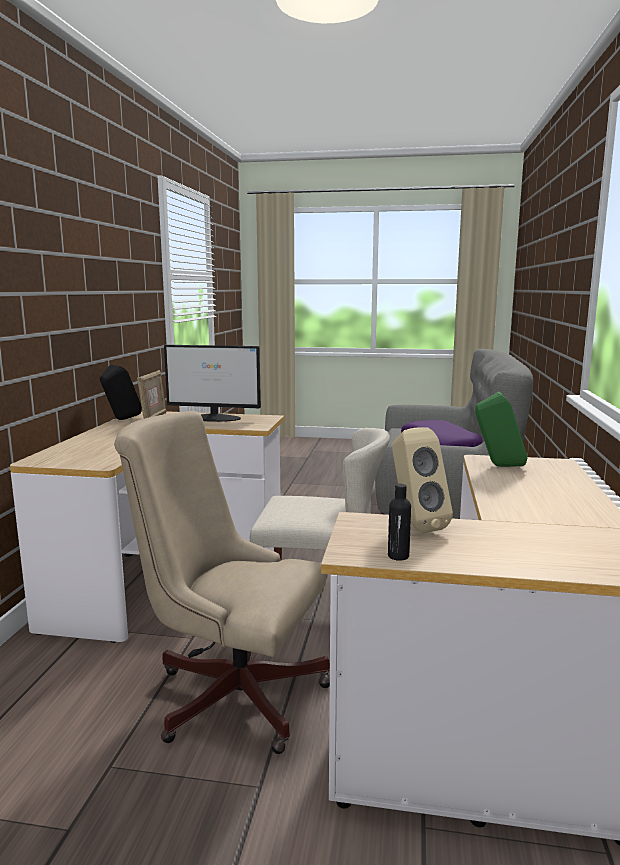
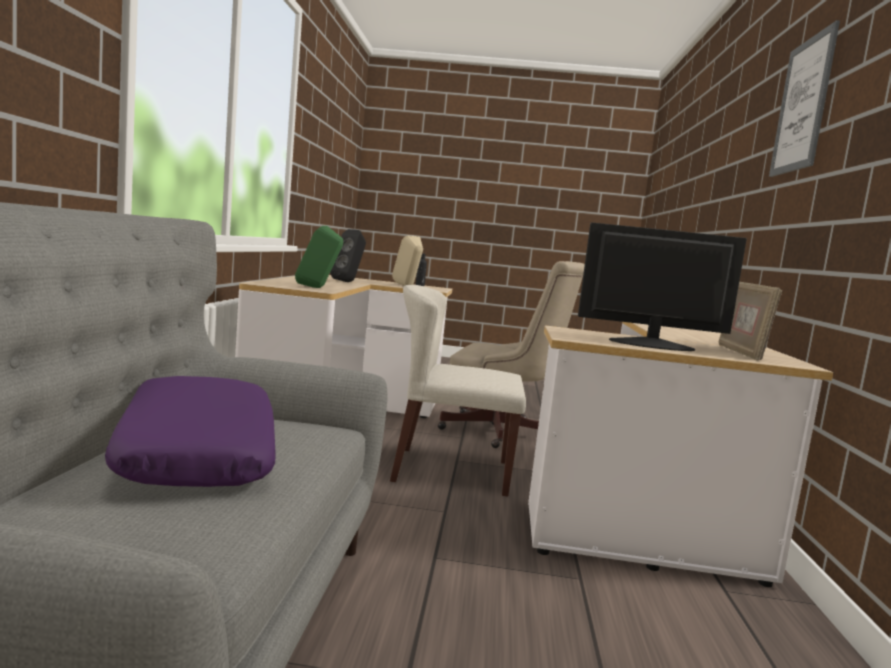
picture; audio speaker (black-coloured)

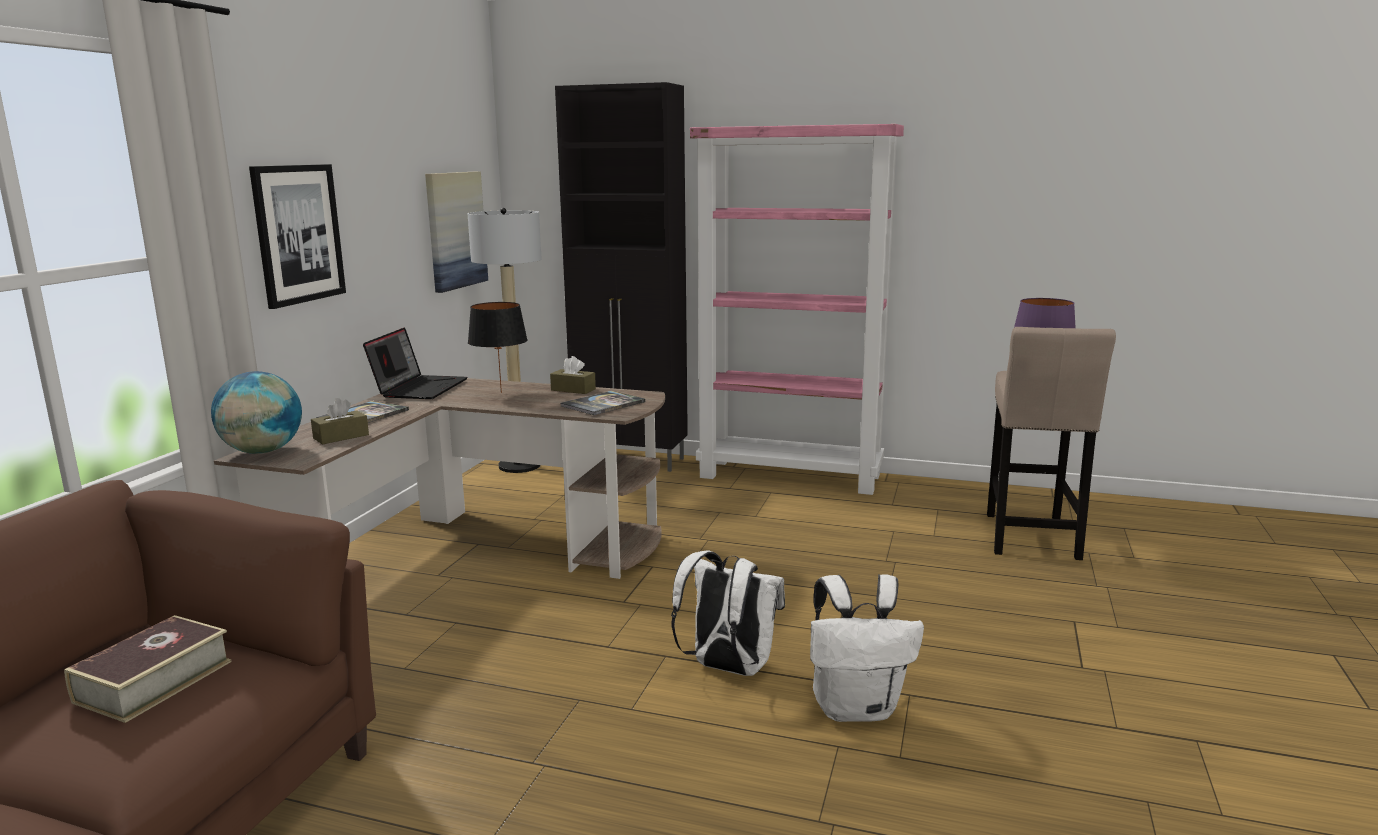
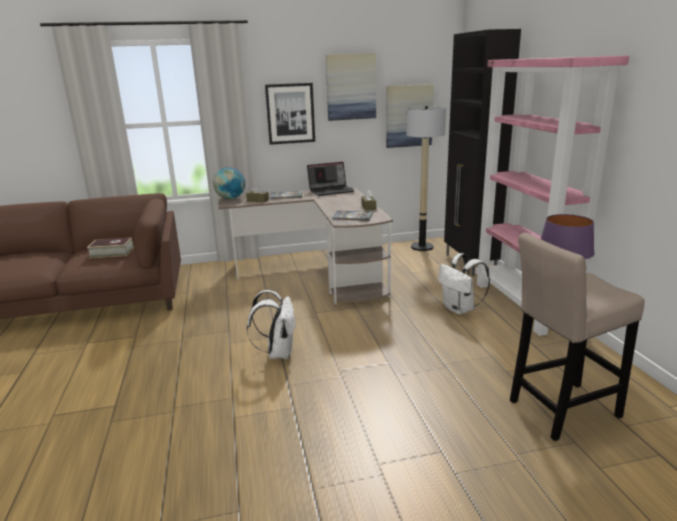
table lamp (black-coloured); picture (no. 2 from left); backpack (whitish) (no. 2 from left)

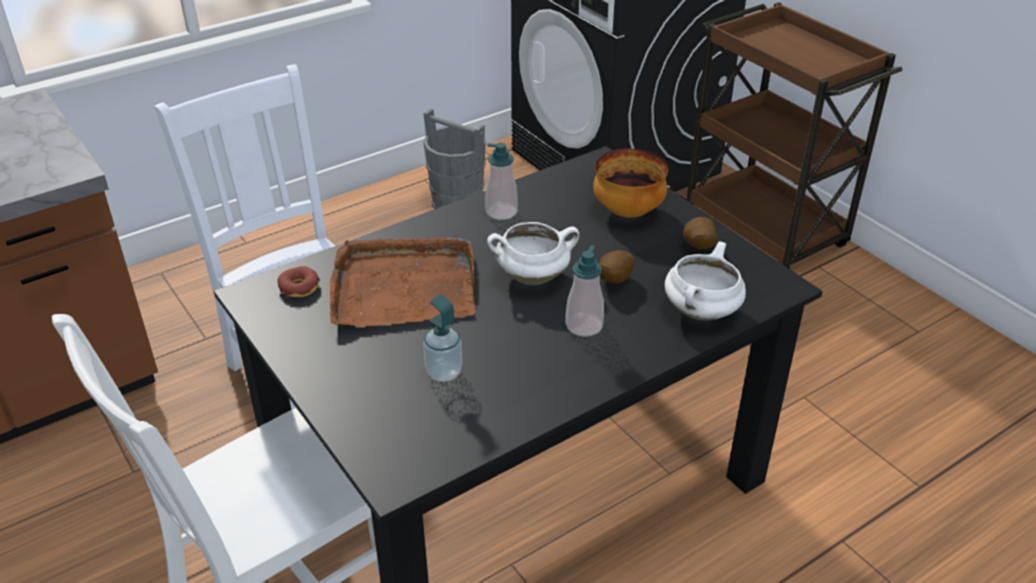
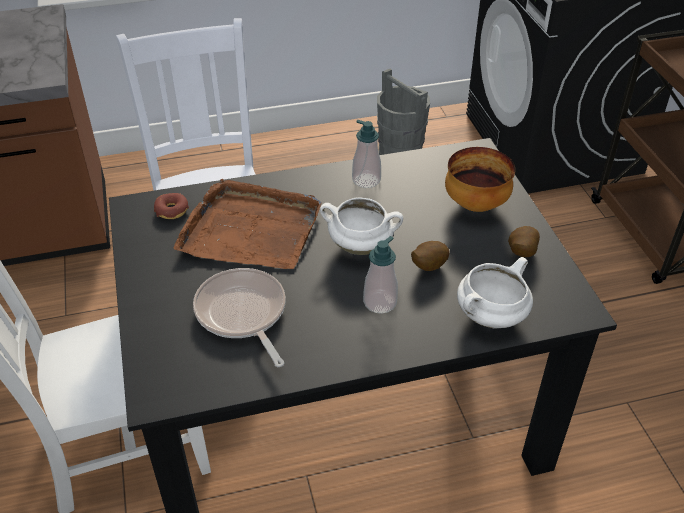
pan

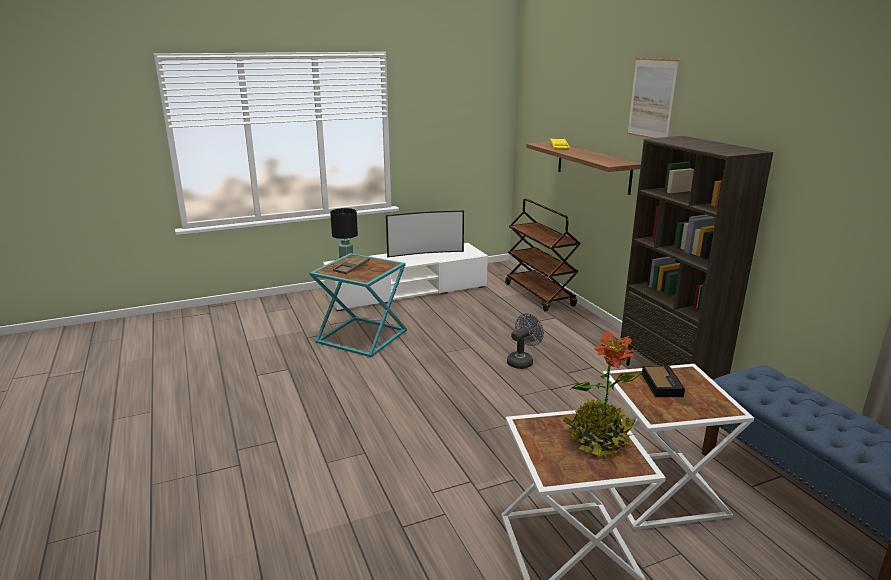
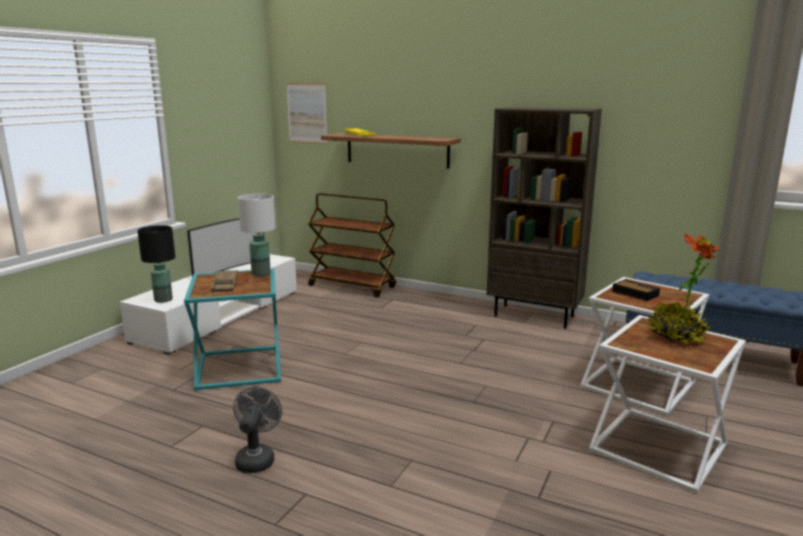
table lamp (whitish); cooling fan (gray); picture

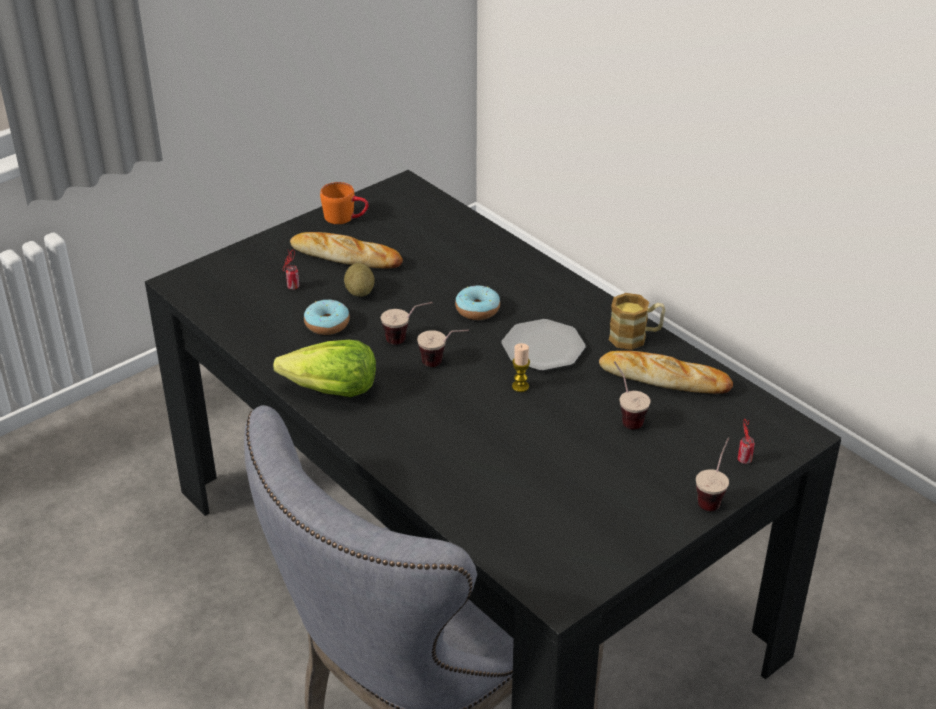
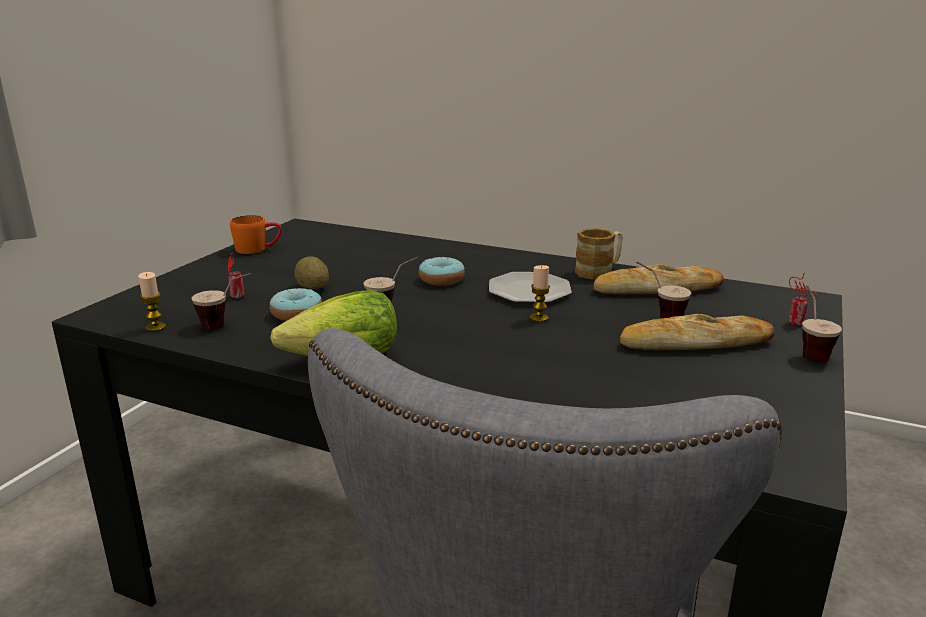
wax candle (no. 1 from left); bread (no. 2 from left); small cup (no. 1 from left)

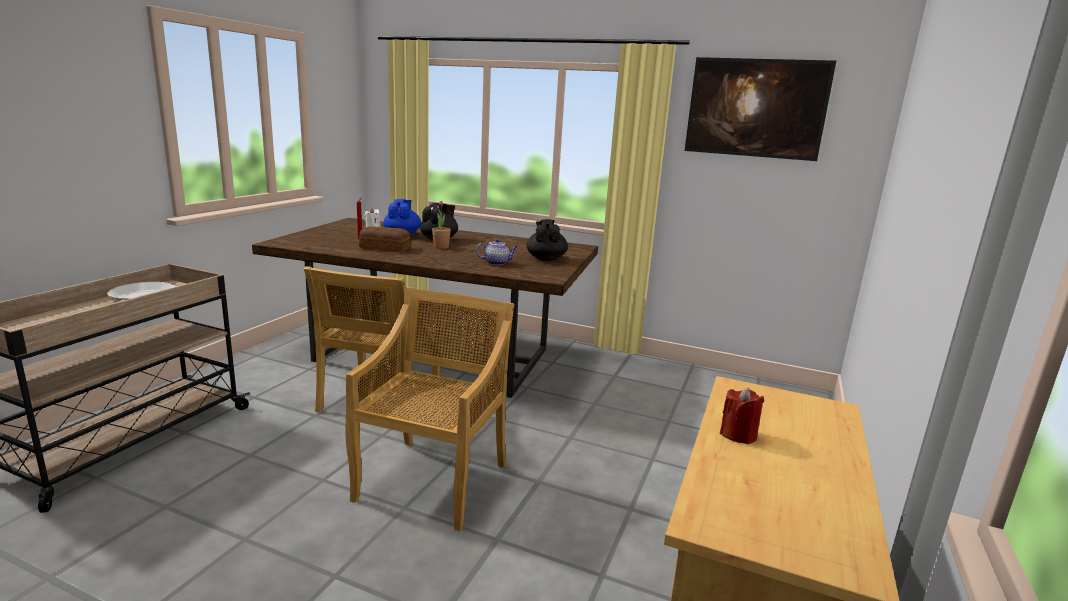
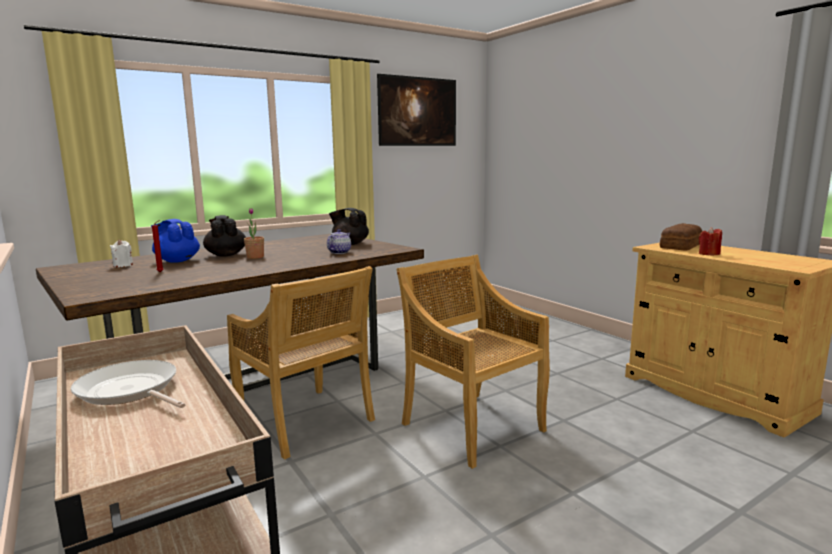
bread

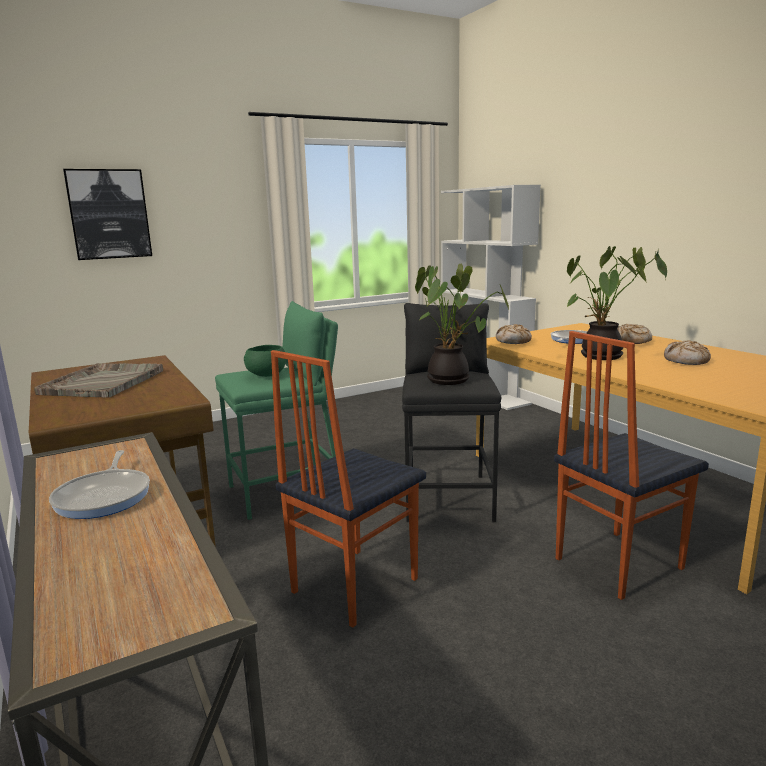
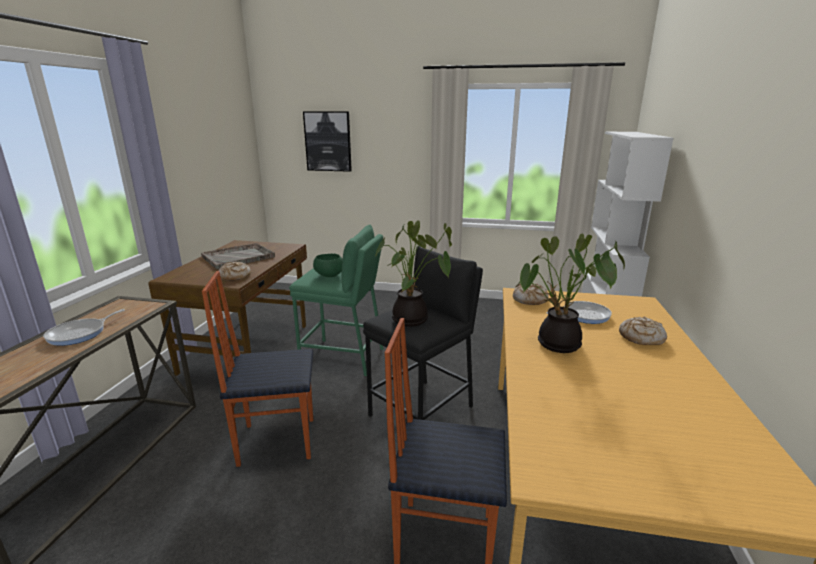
bread (no. 1 from left)

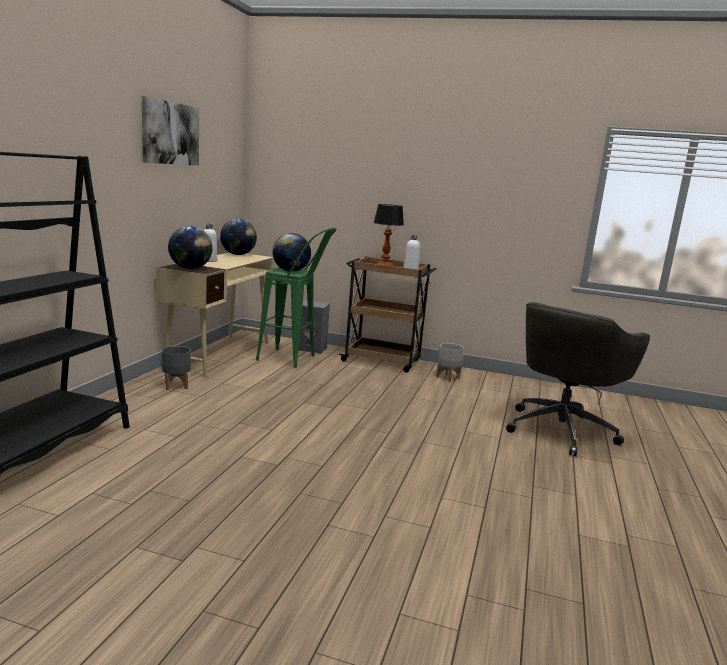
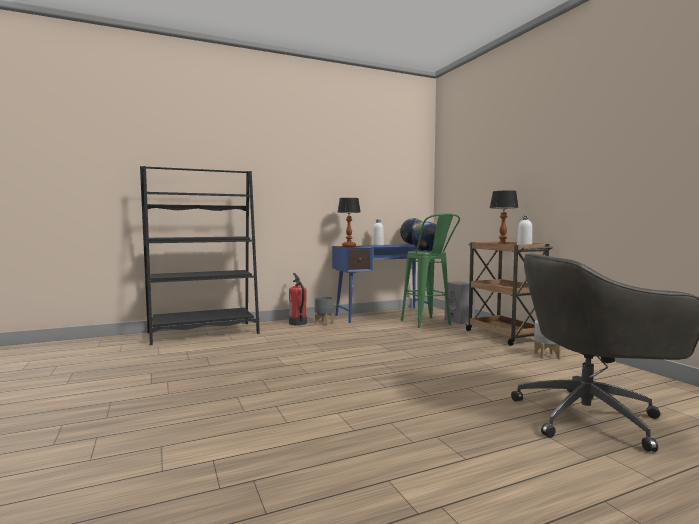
picture; fire extinguisher; table lamp (no. 1 from left); desk (blue-coloured)

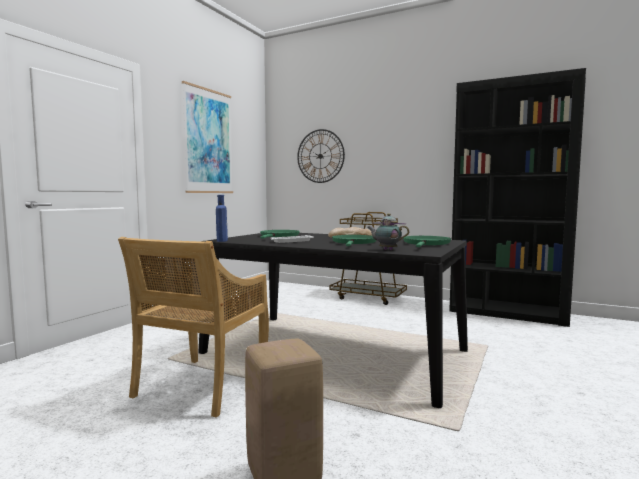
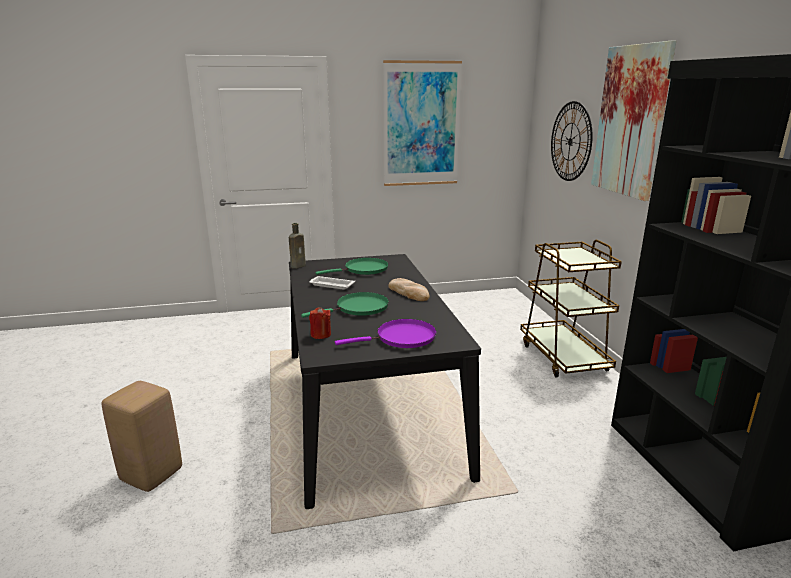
plain chair (beige); picture (no. 2 from left); wax candle (red-coloured); bottle (brown); pan (purple)

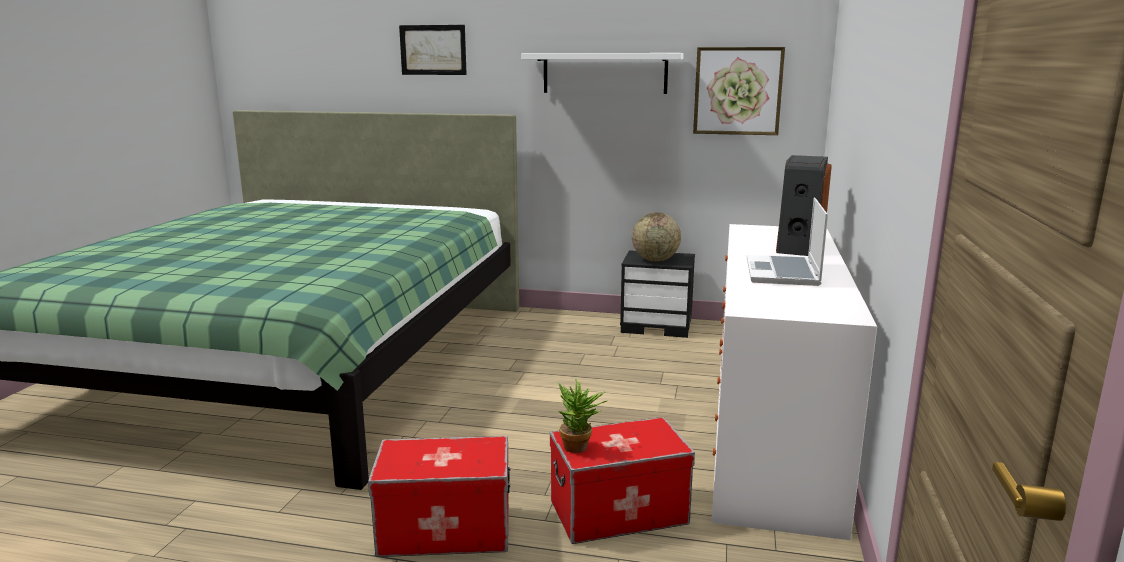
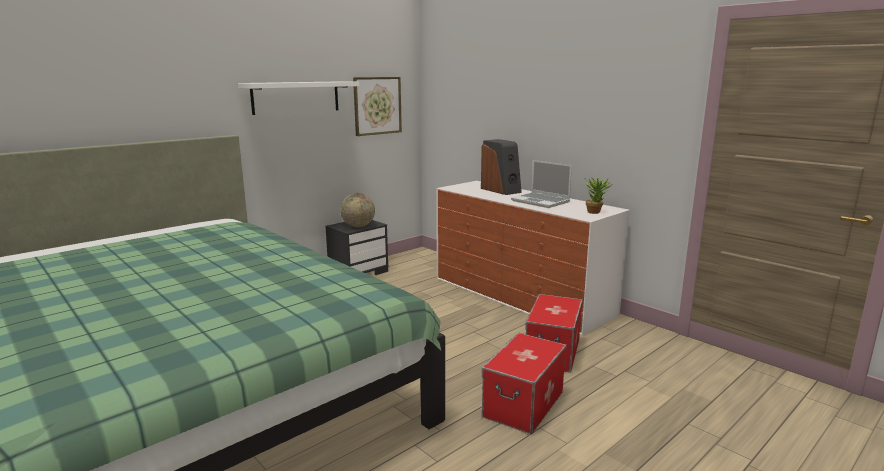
picture (no. 1 from left in the first image); potted plant

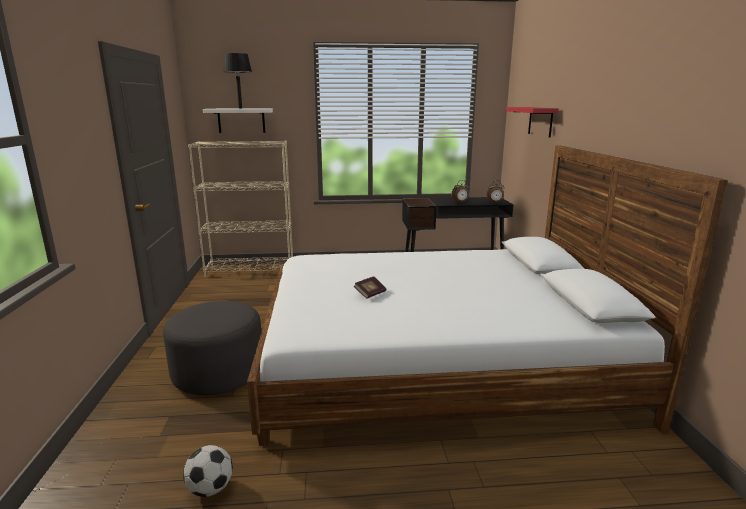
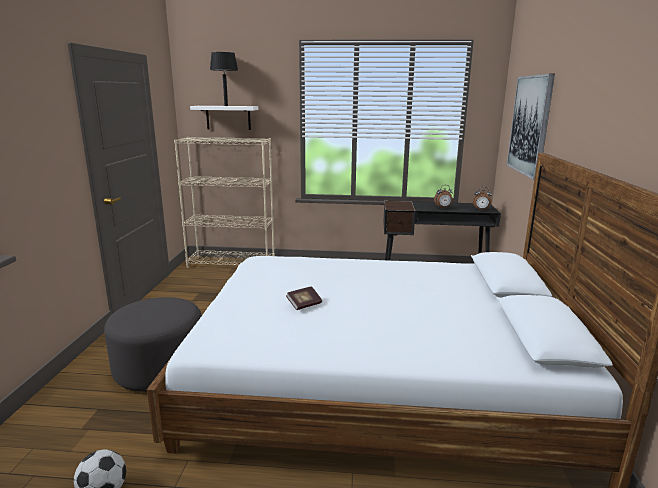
picture

